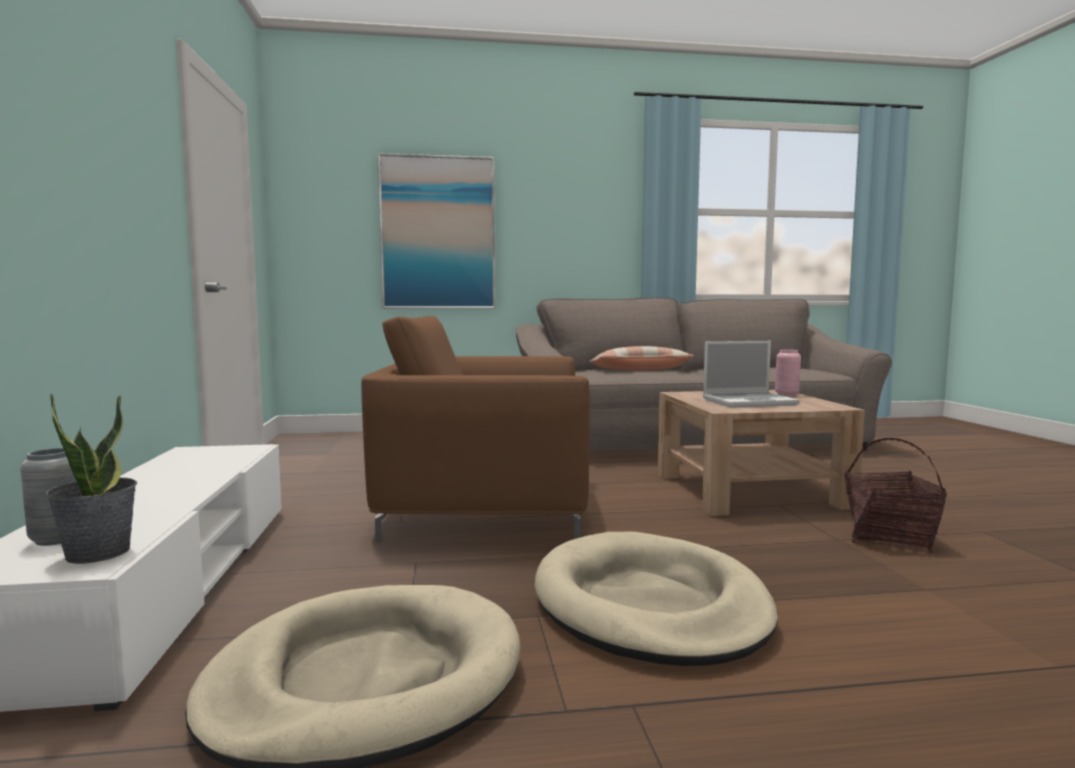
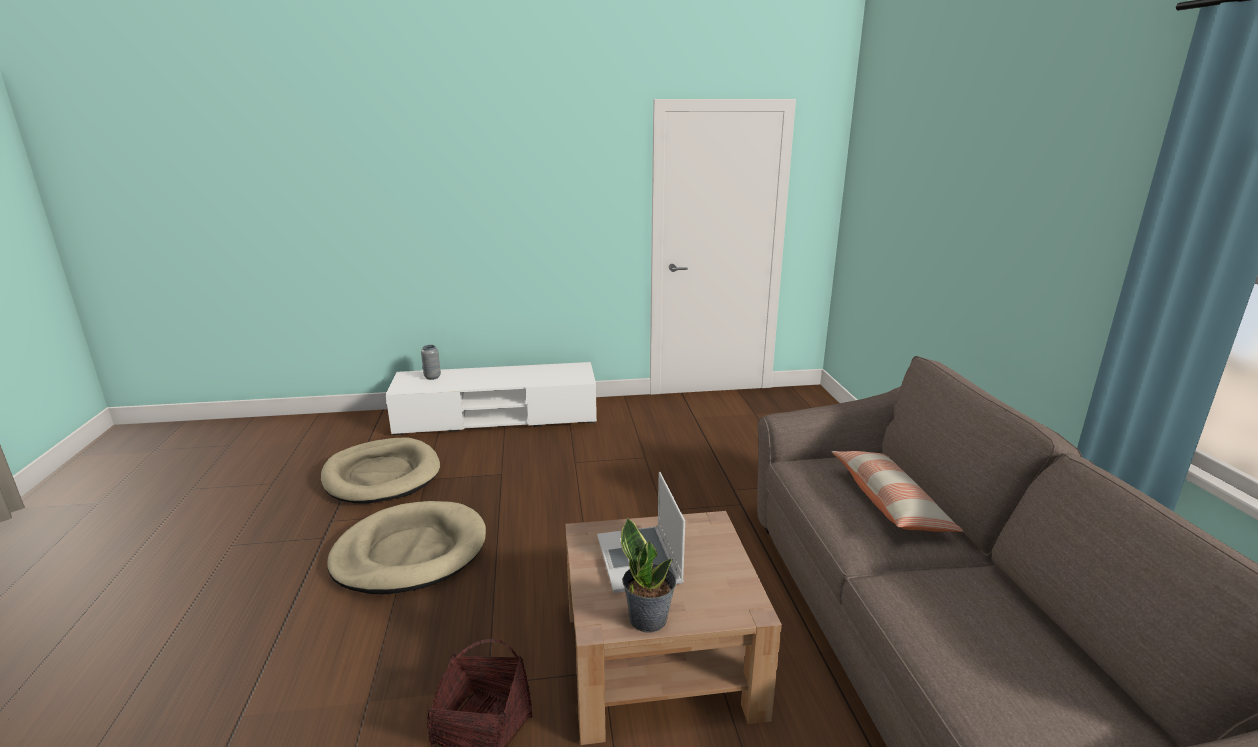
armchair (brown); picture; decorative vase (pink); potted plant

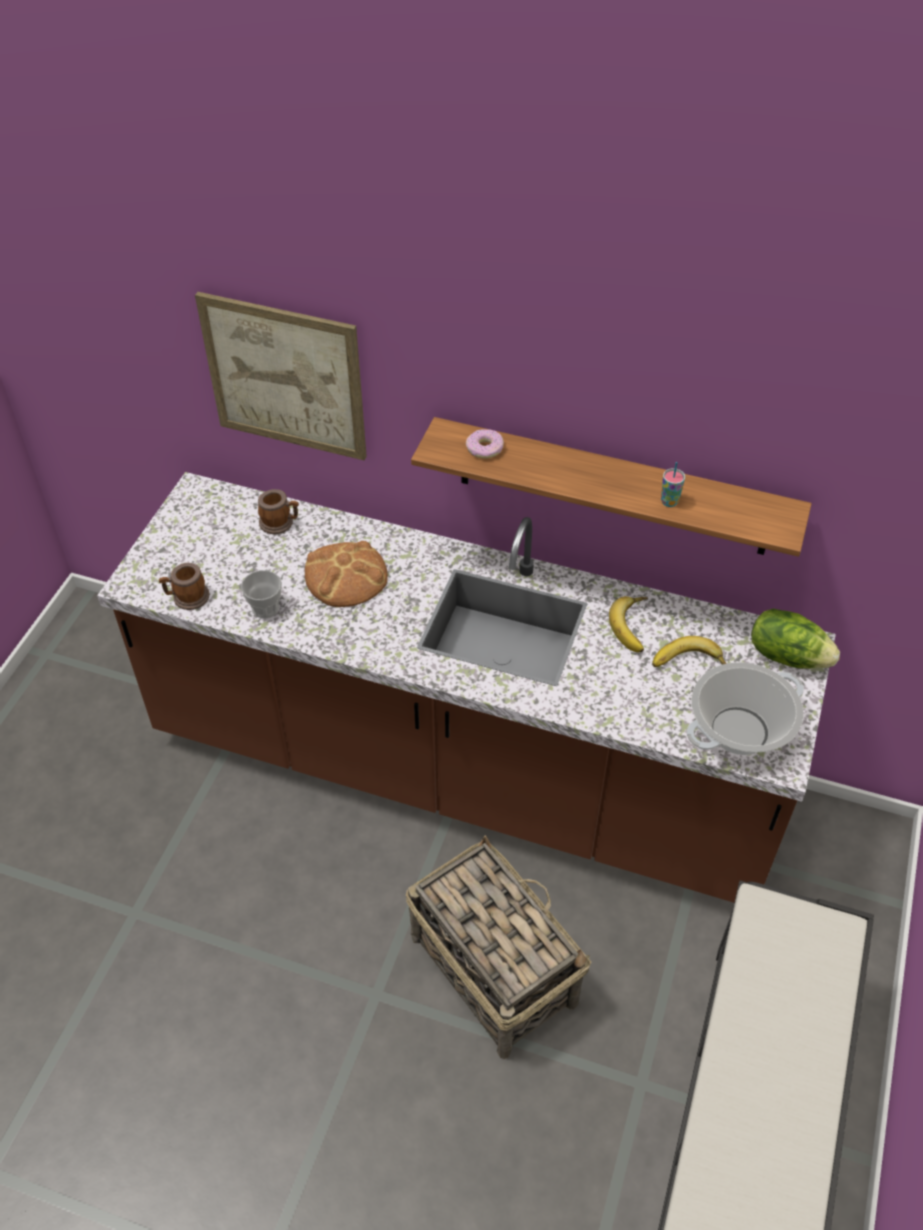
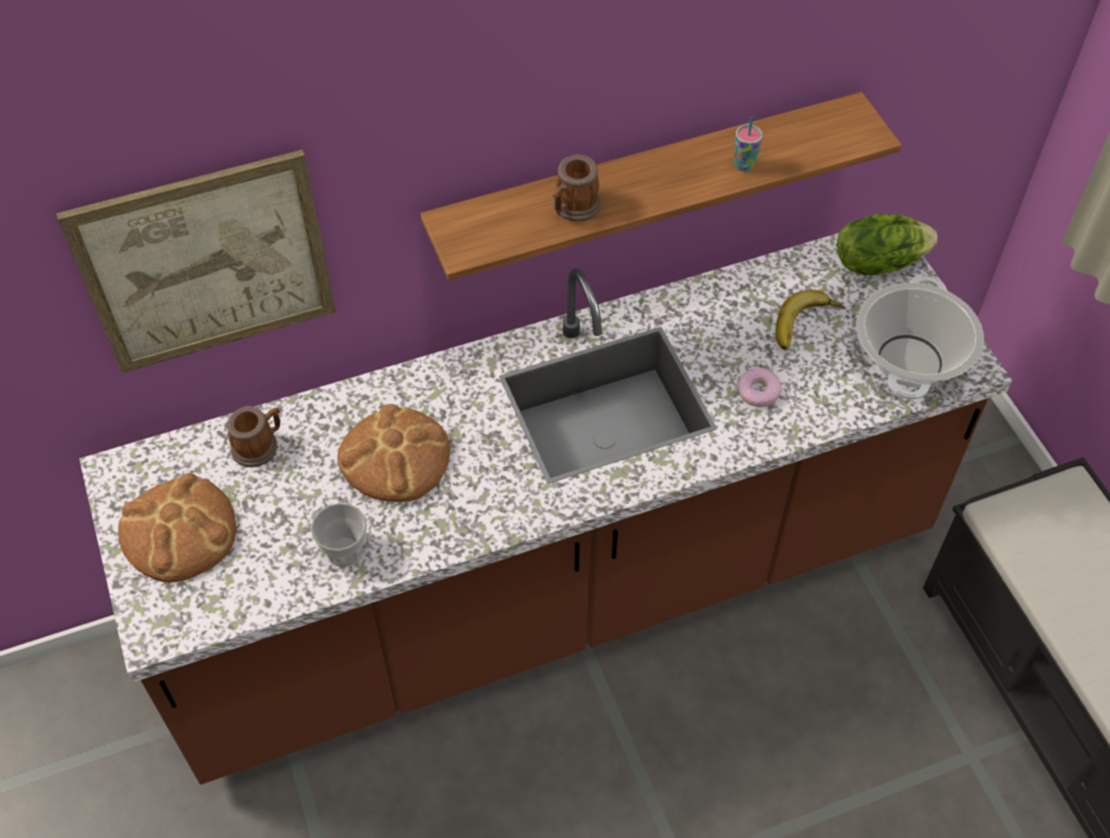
basket; banana fruit (no. 1 from left in the first image); bread (no. 1 from left); coffee mug (no. 2 from left); ring doughnut

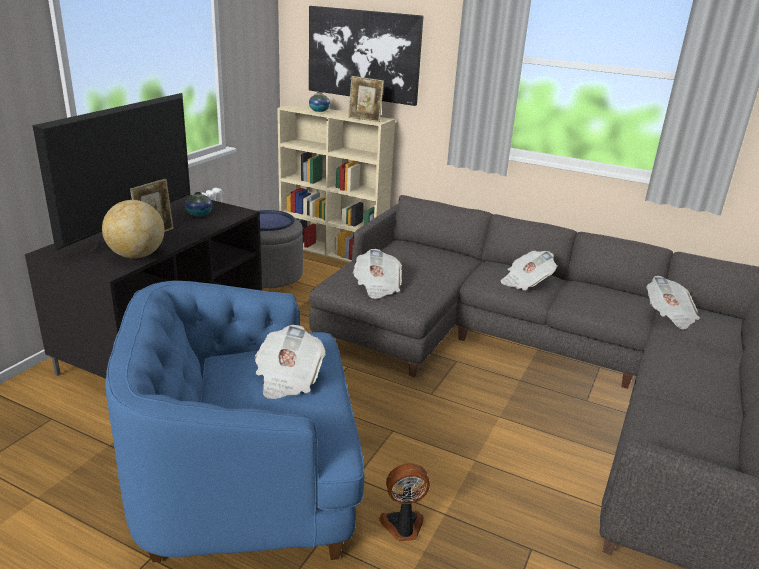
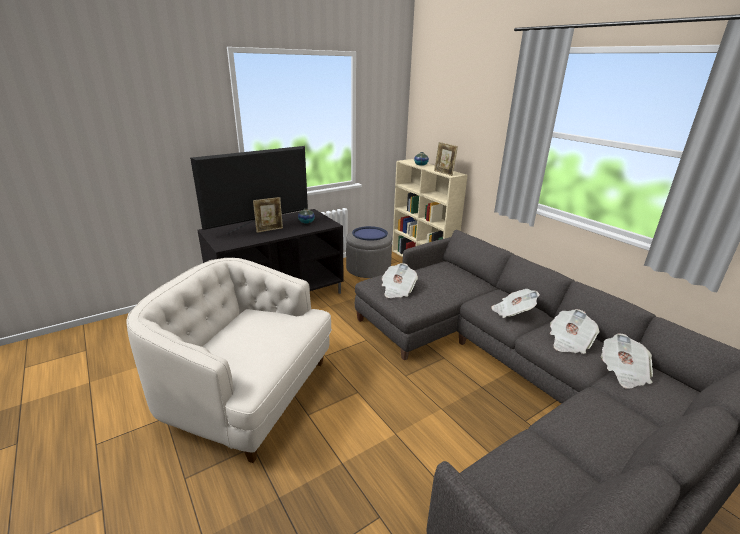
desk globe; picture; cooling fan; daily paper (no. 3 from left); armchair (whitish)

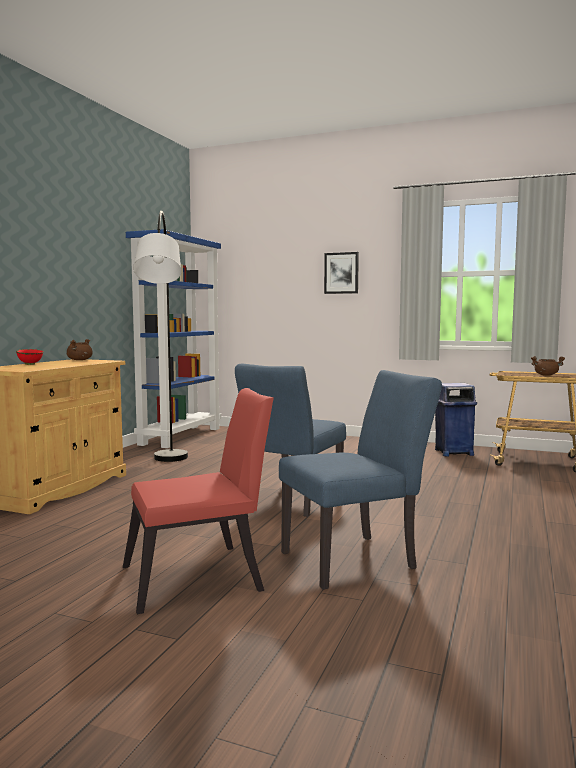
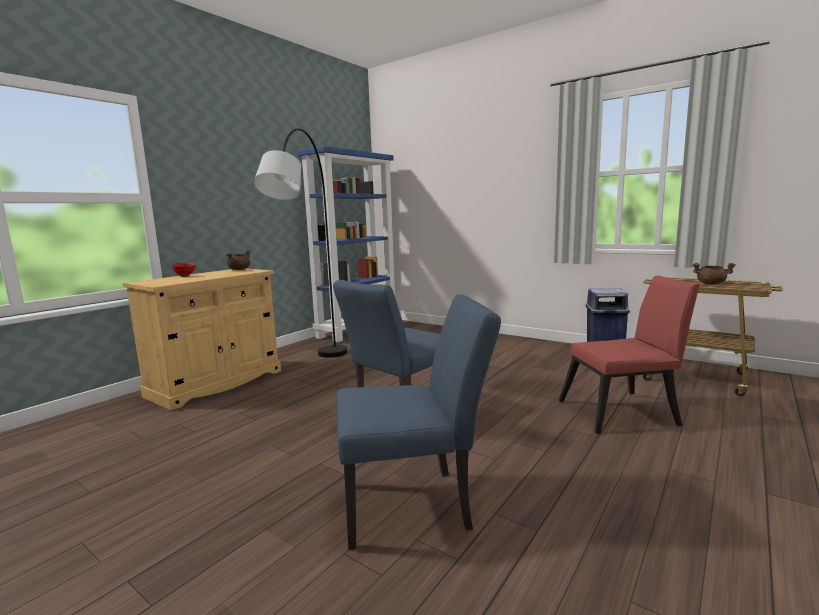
picture; plain chair (red-coloured)

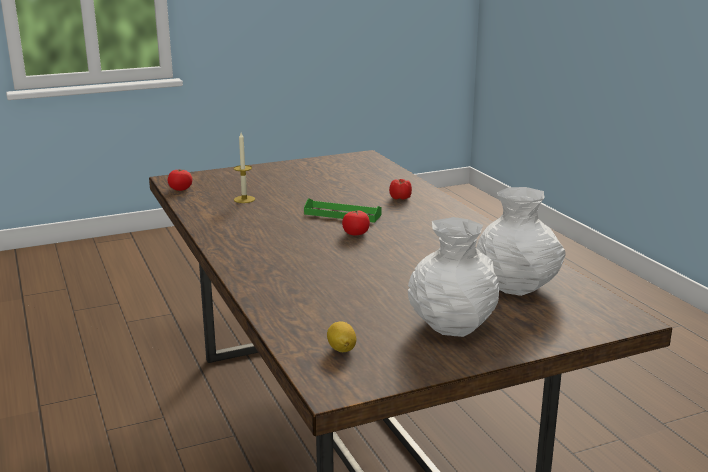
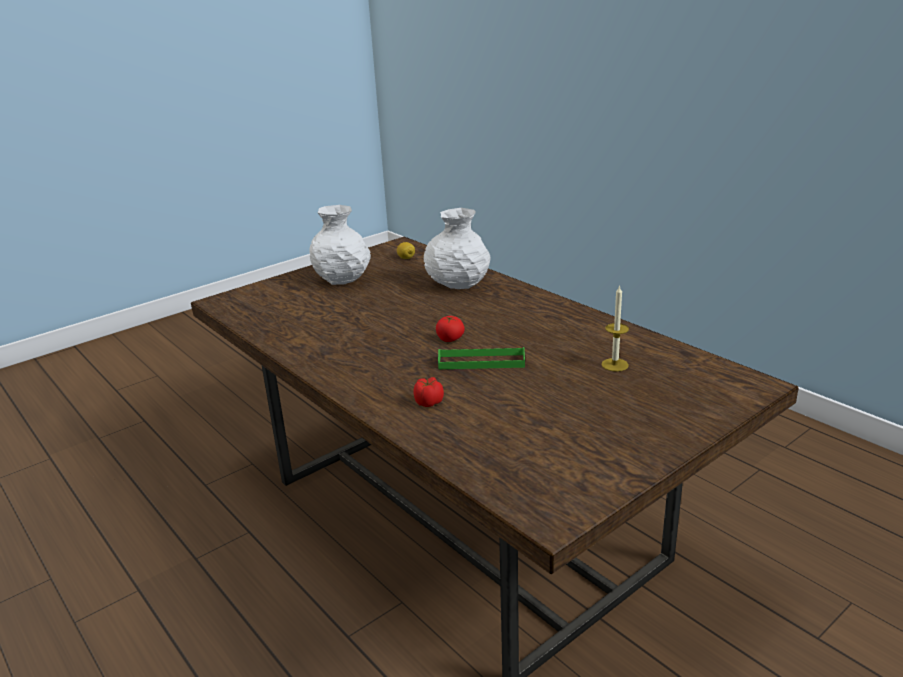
tomato (no. 1 from left in the first image); decorative vase (whitish) (no. 2 from left)

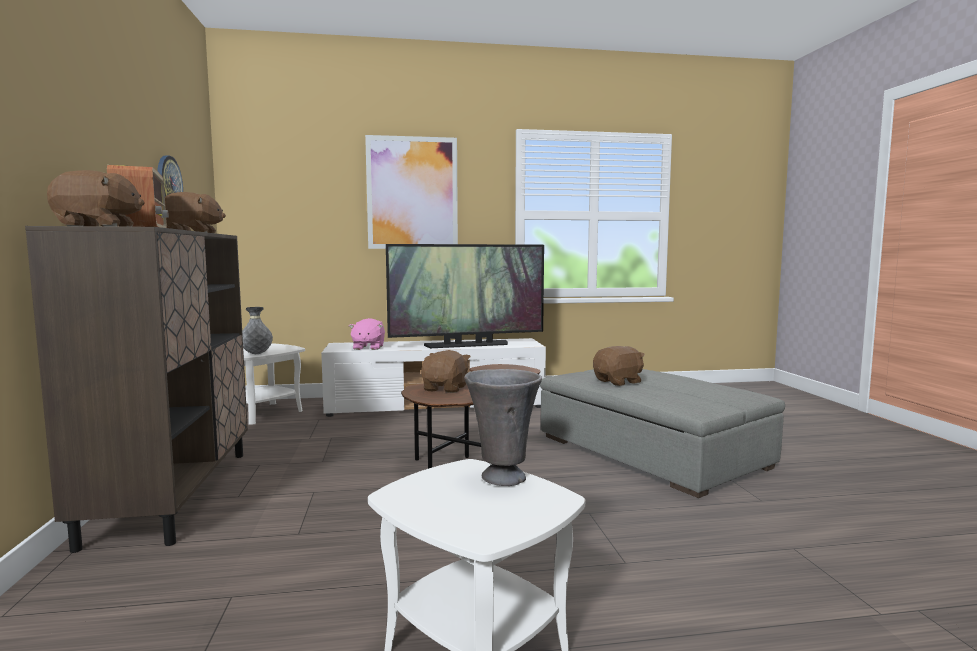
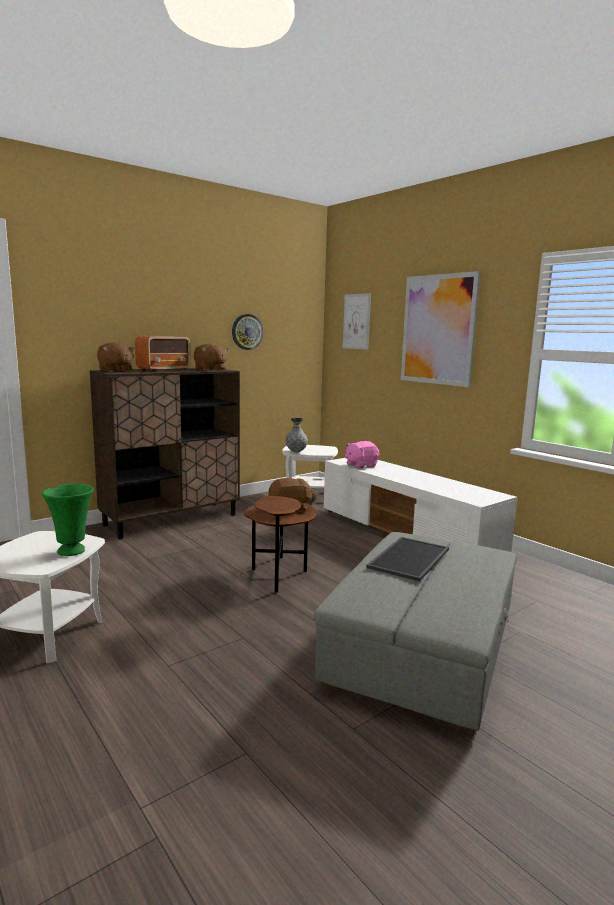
TV set; picture (no. 1 from left); carrying tray; decorative vase (greenish)

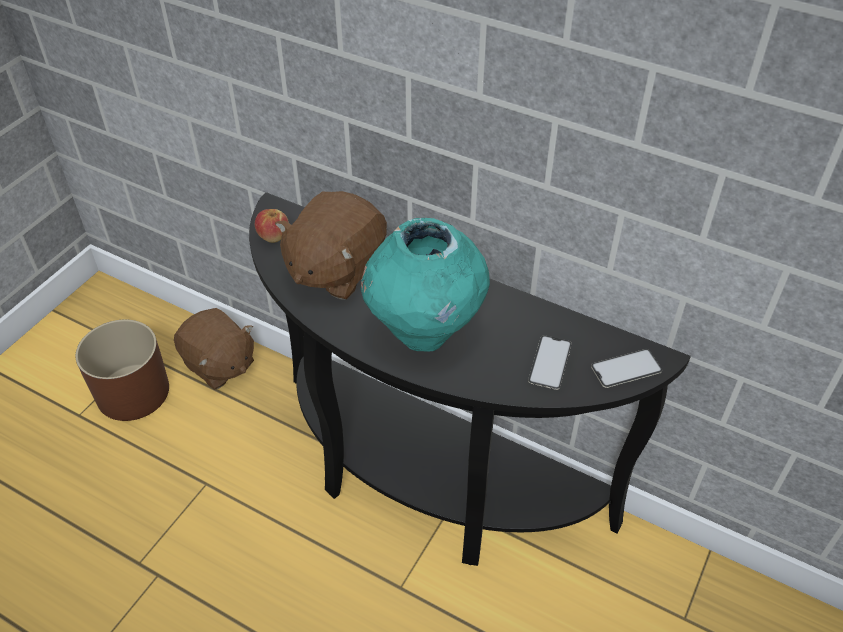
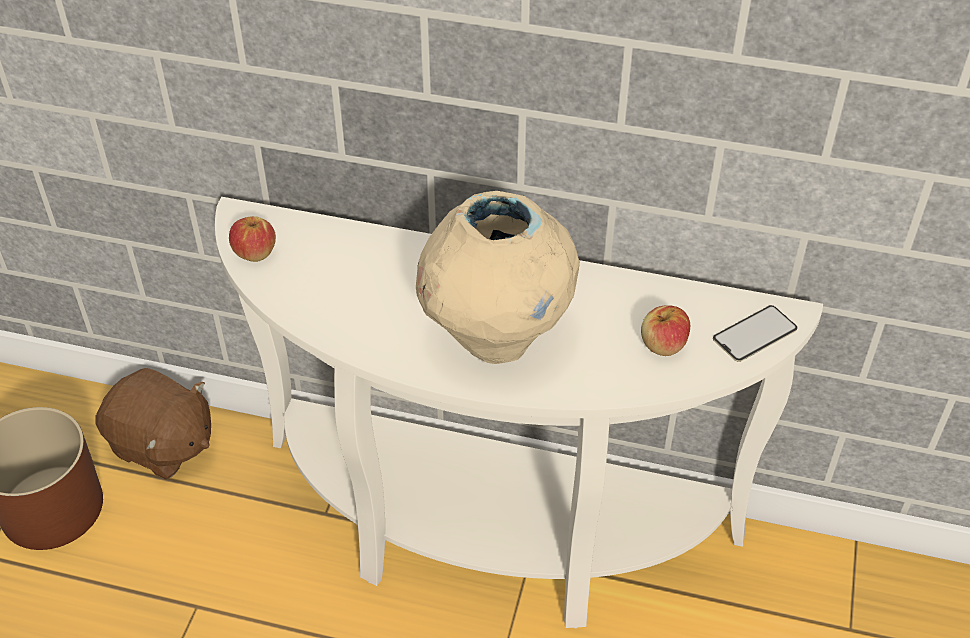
soft toy (brown) (no. 2 from left in the first image); apple (no. 2 from left); console table (whitish); decorative vase (beige)

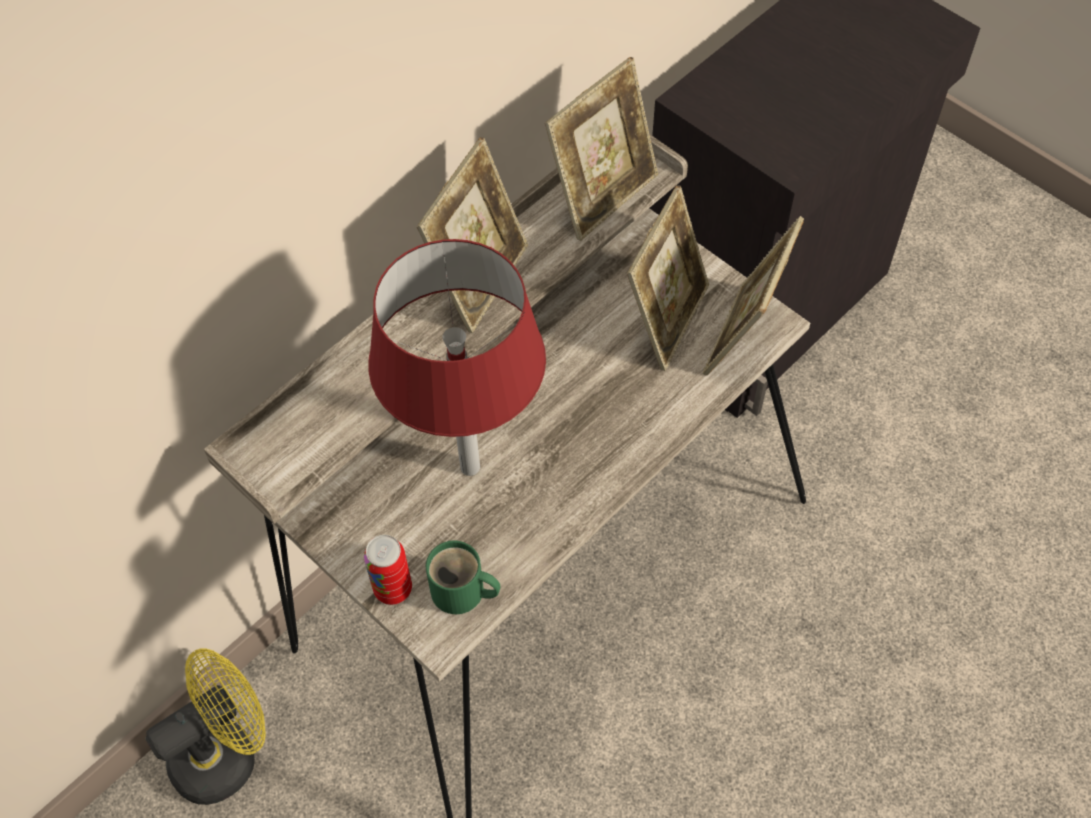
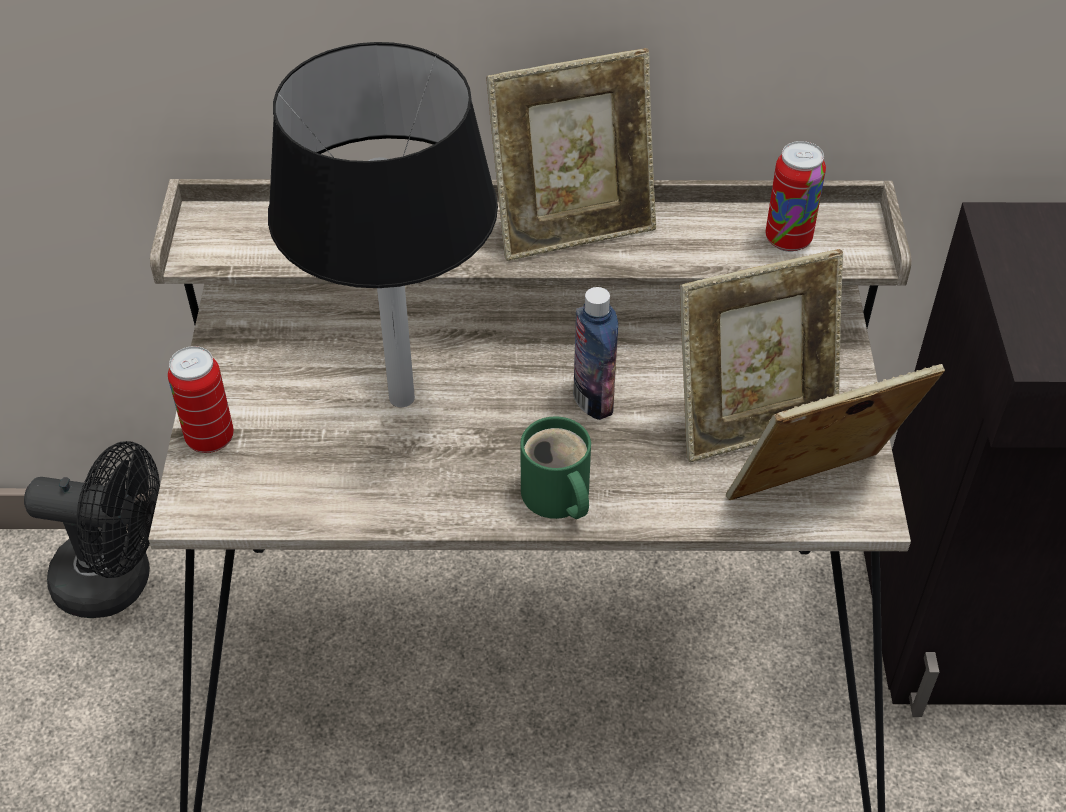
bottle; coffee mug (greenish); metal can (no. 2 from left); cooling fan (black-coloured); table lamp (black-coloured)

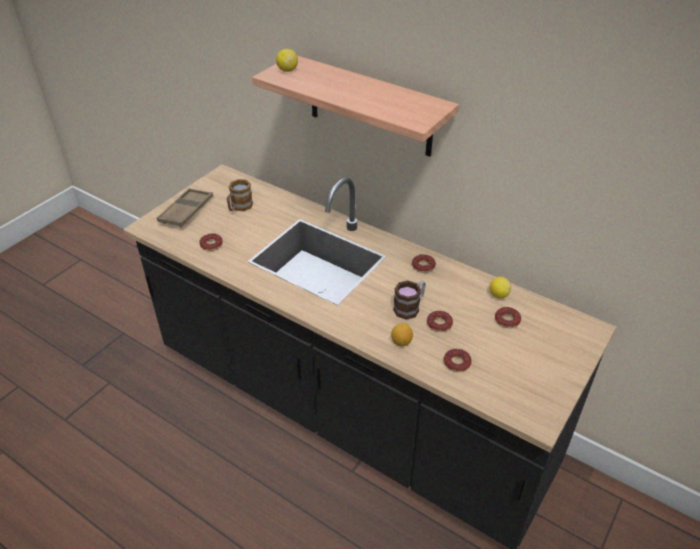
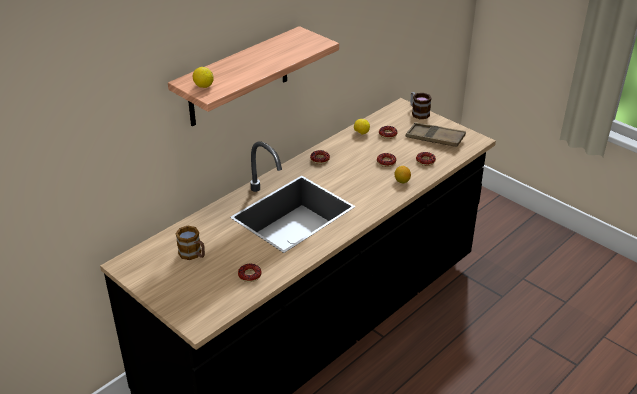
carrying tray (brown); coffee mug (no. 2 from left)

